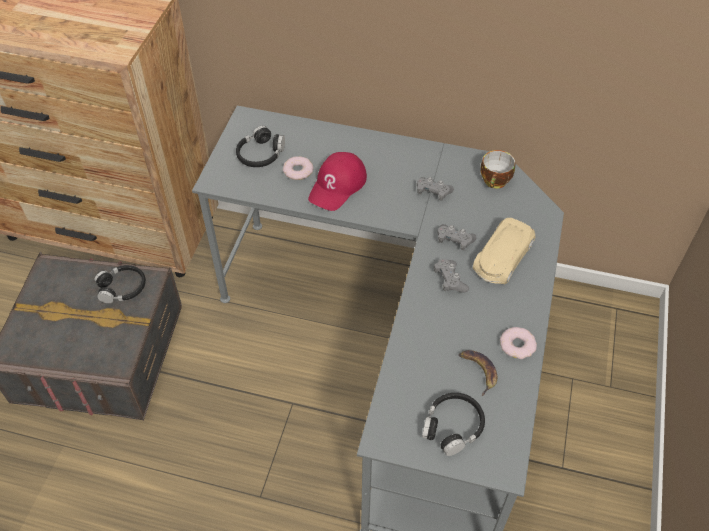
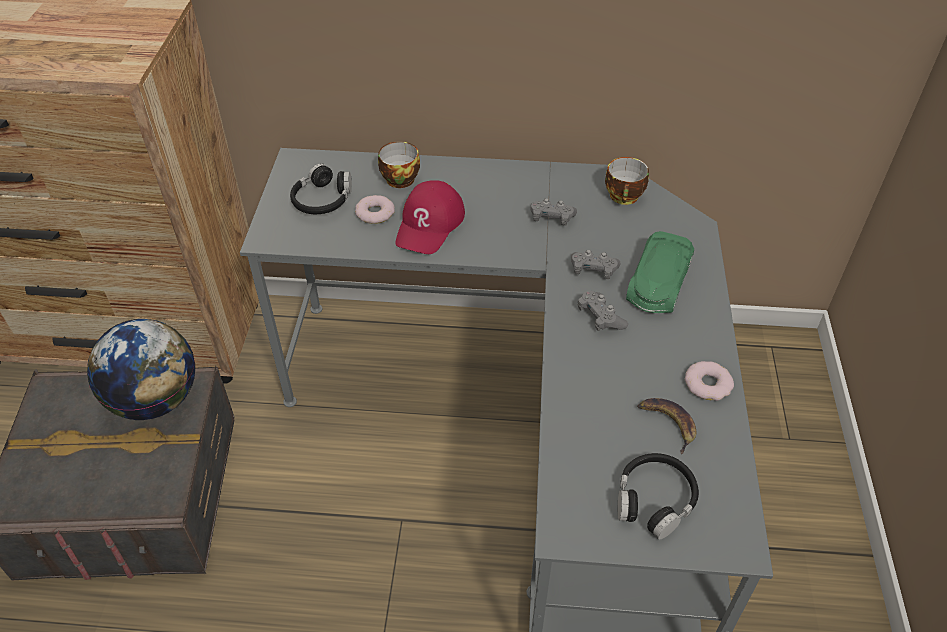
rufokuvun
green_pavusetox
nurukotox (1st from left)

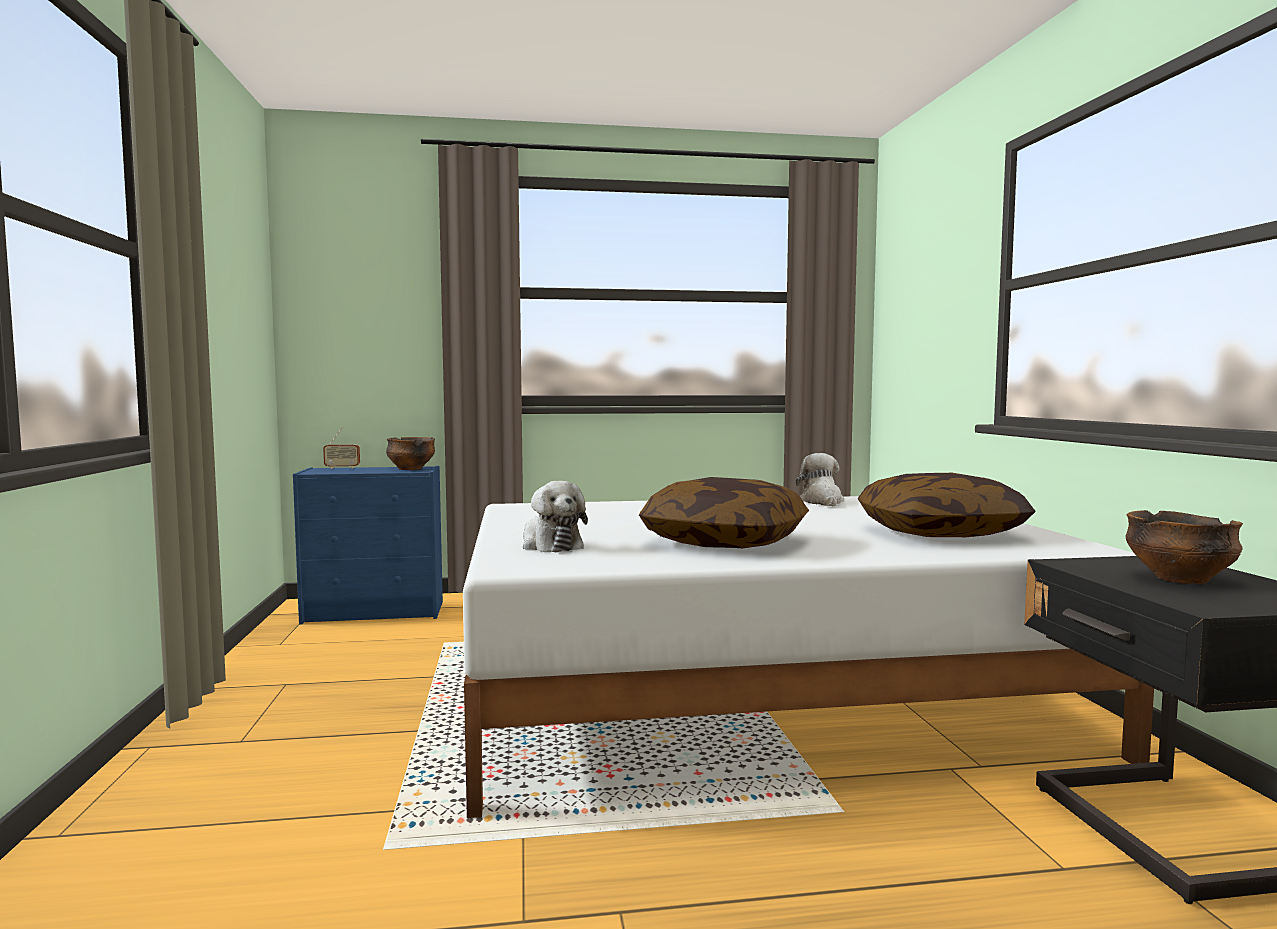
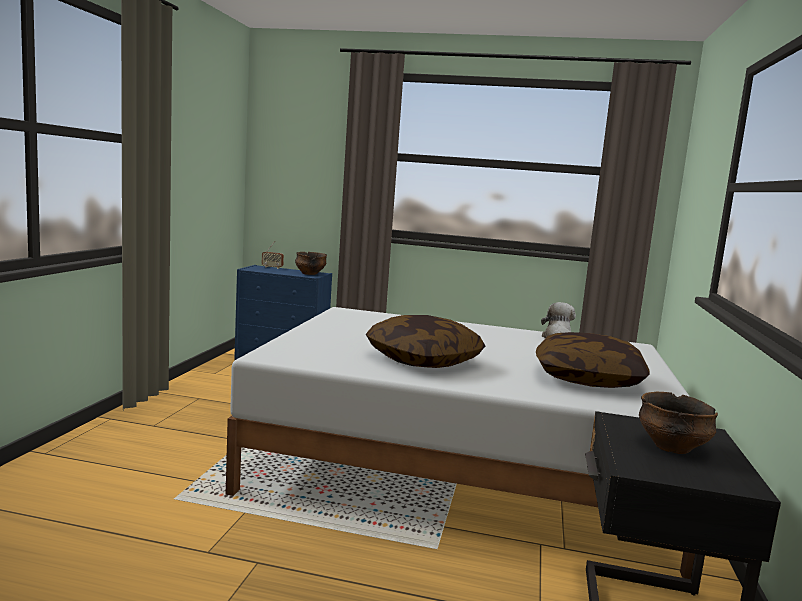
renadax (1st from left in the first image)

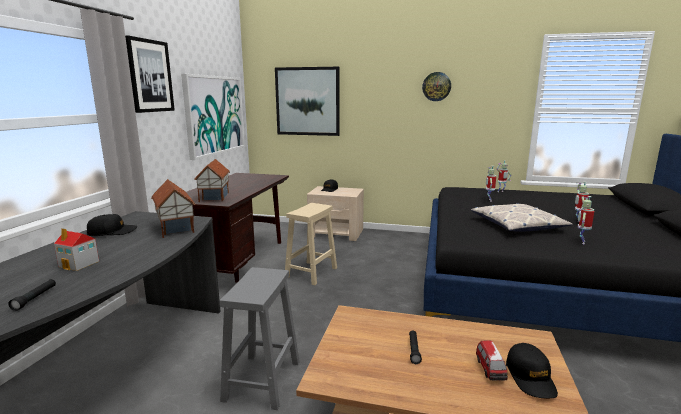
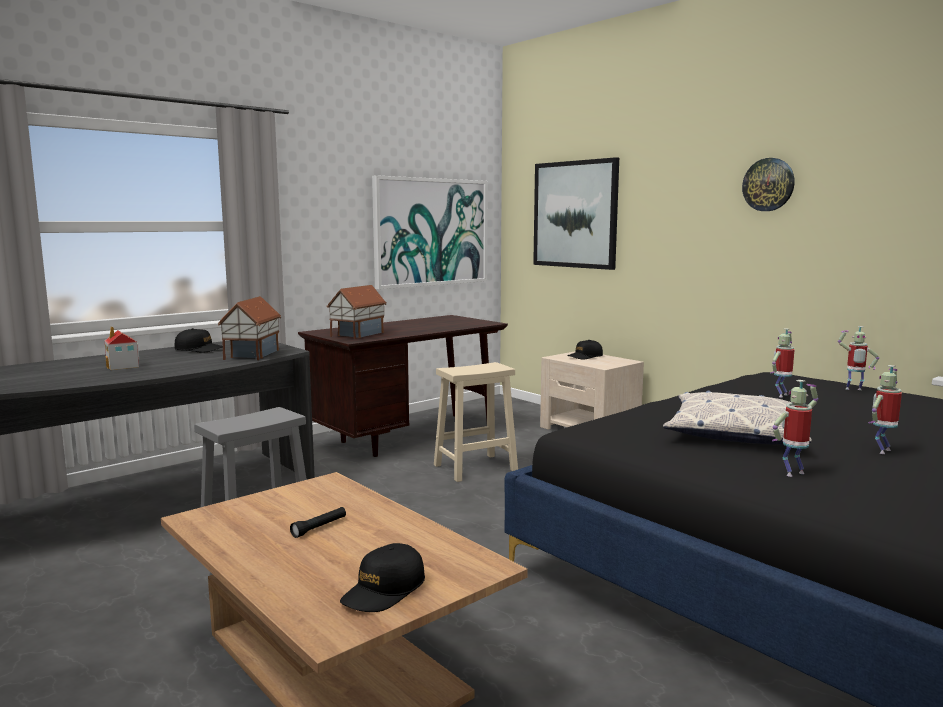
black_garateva (1st from left in the first image)
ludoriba (1st from left in the first image)
pavusetox

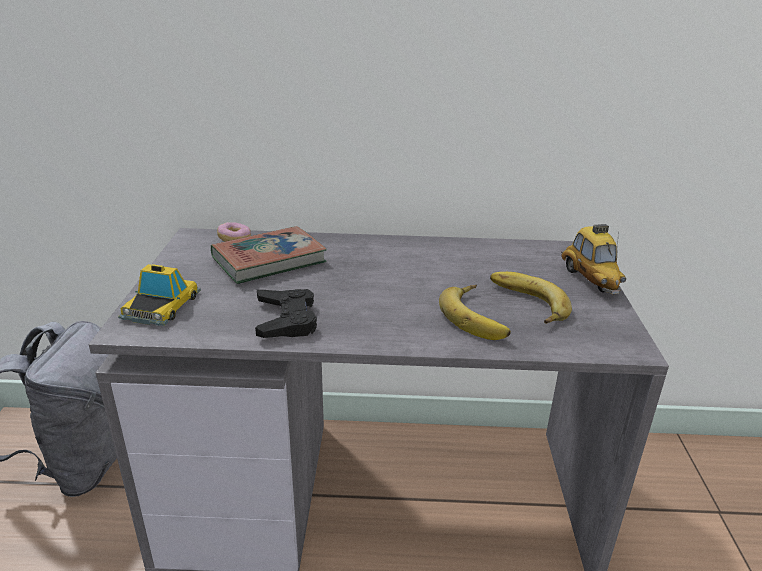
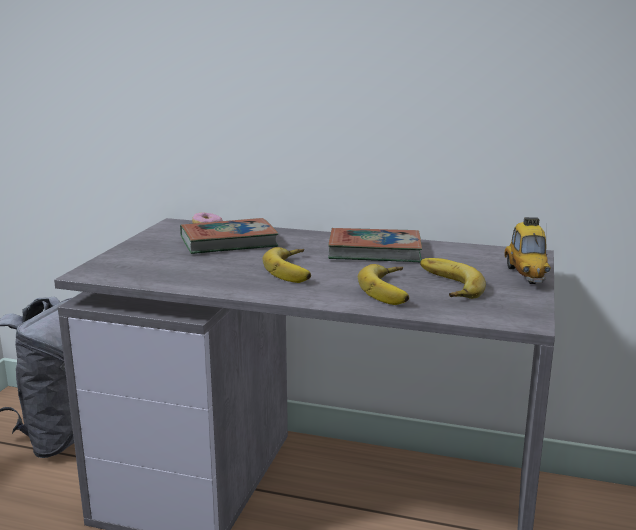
pavusetox (1st from left in the first image)
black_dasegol
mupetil (1st from left)
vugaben (2nd from left)

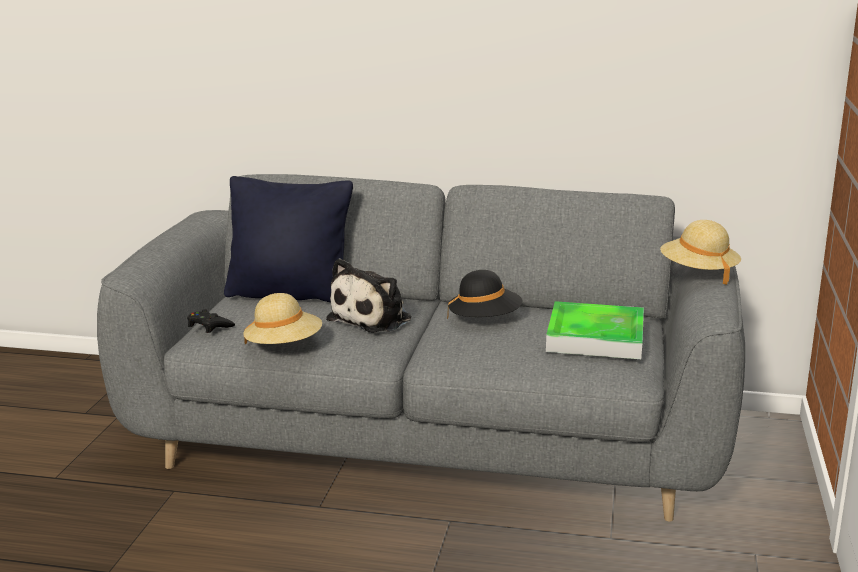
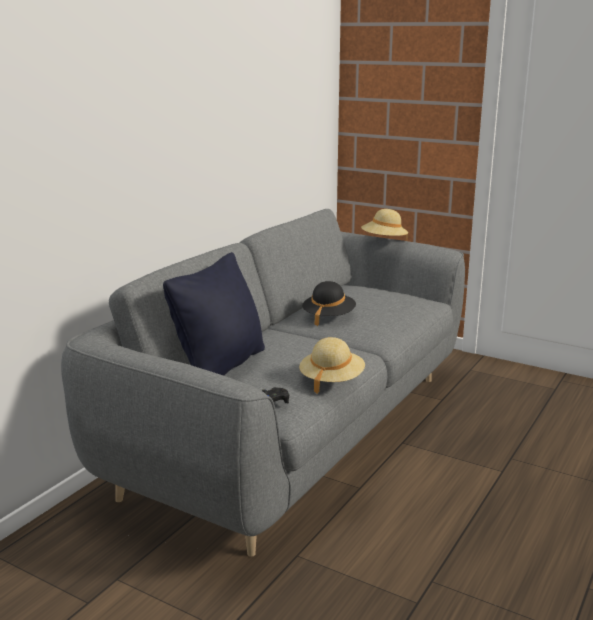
renadax
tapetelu

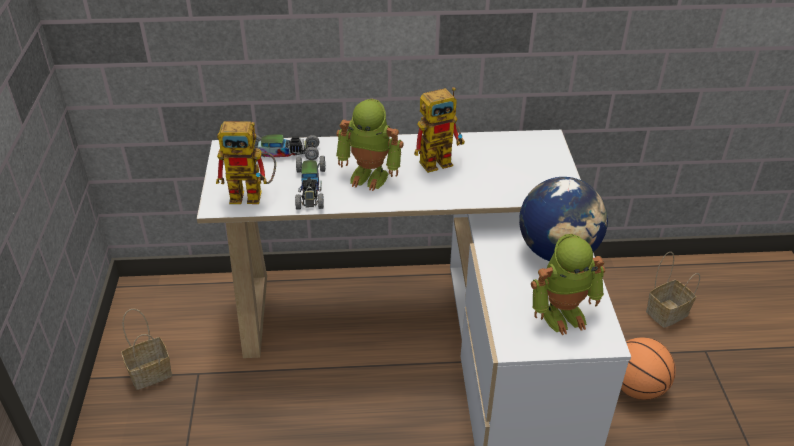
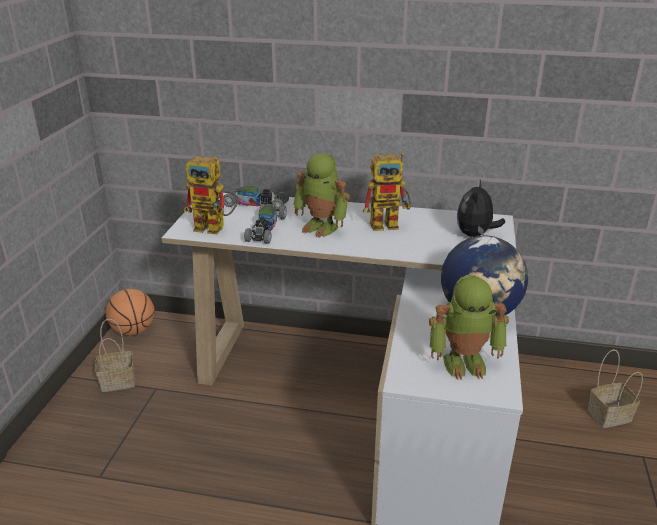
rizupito
renadax

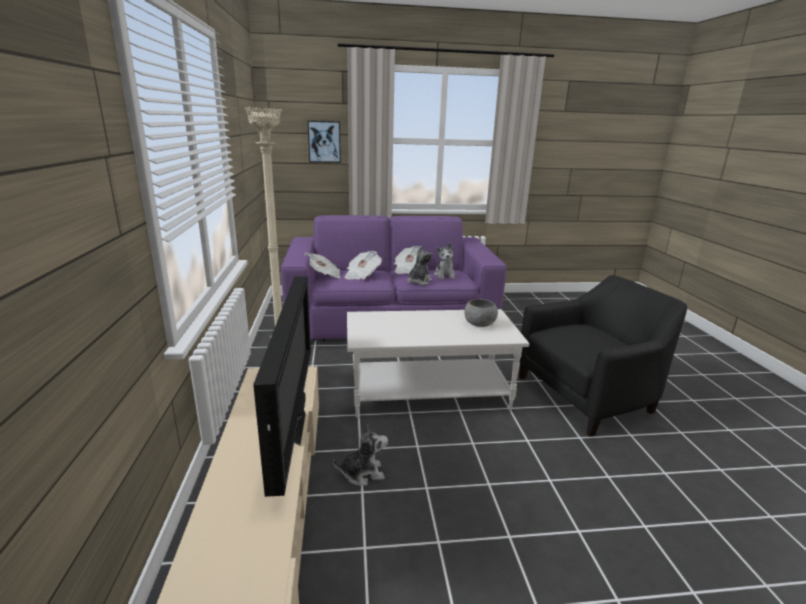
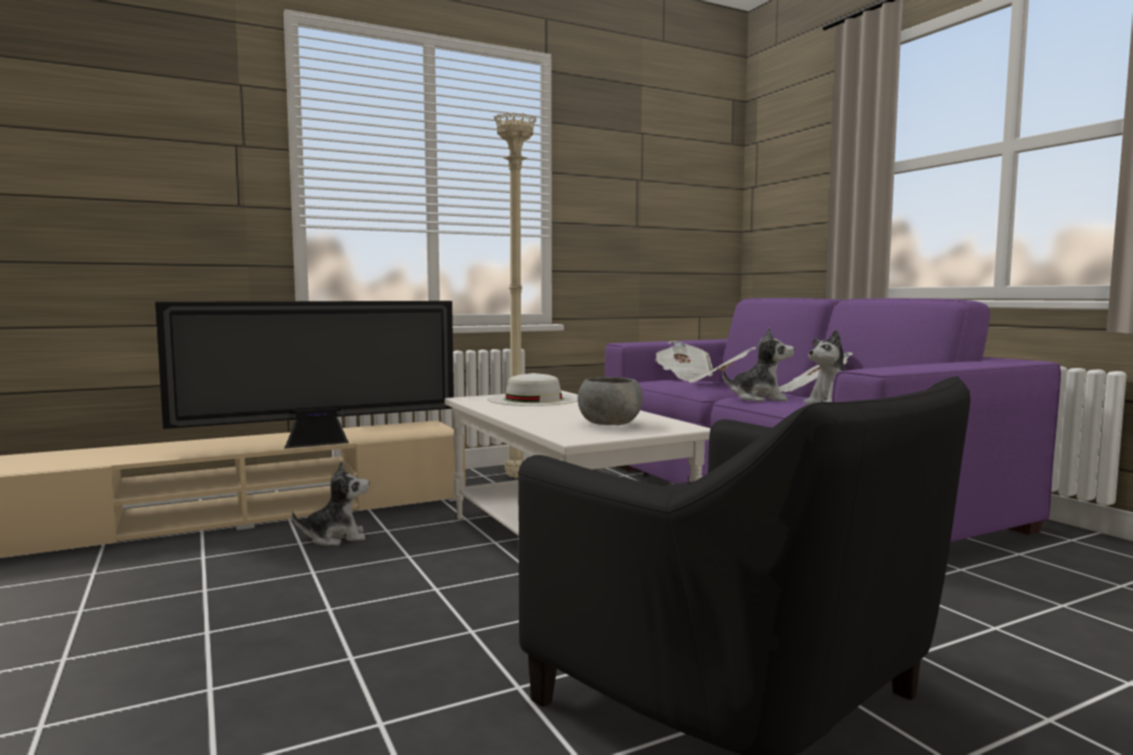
ludoriba
renadax (1st from left)
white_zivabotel

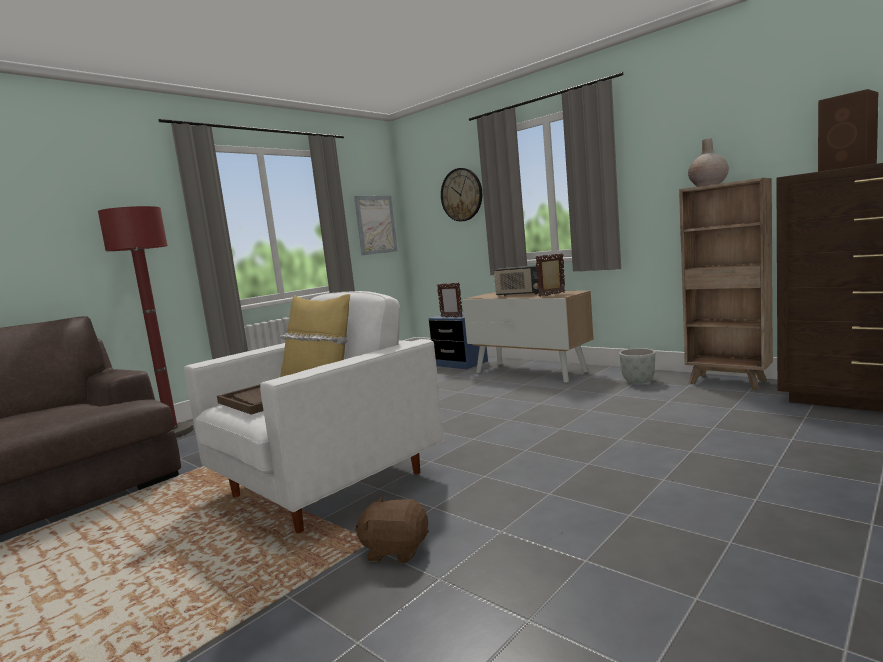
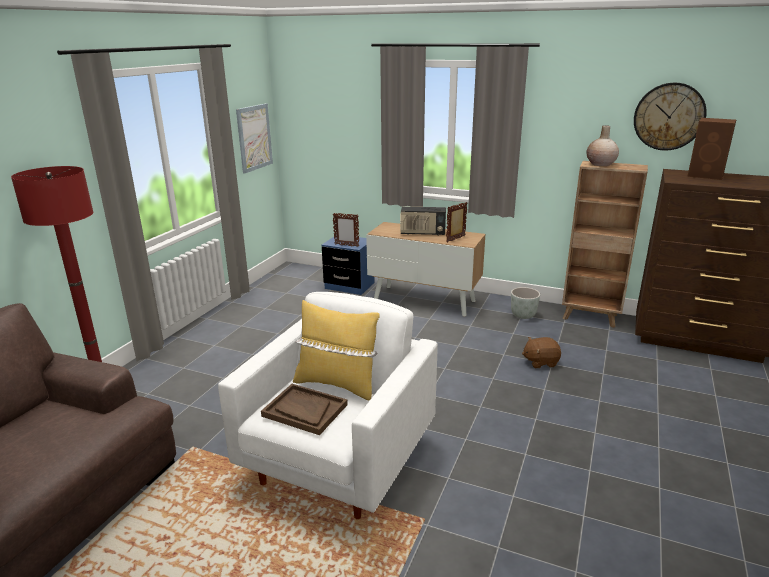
brown_renadax
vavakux

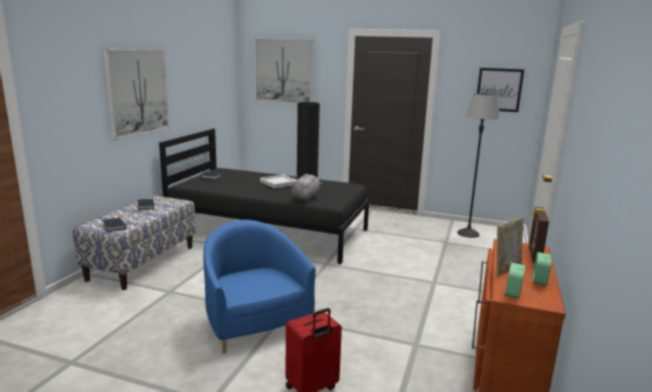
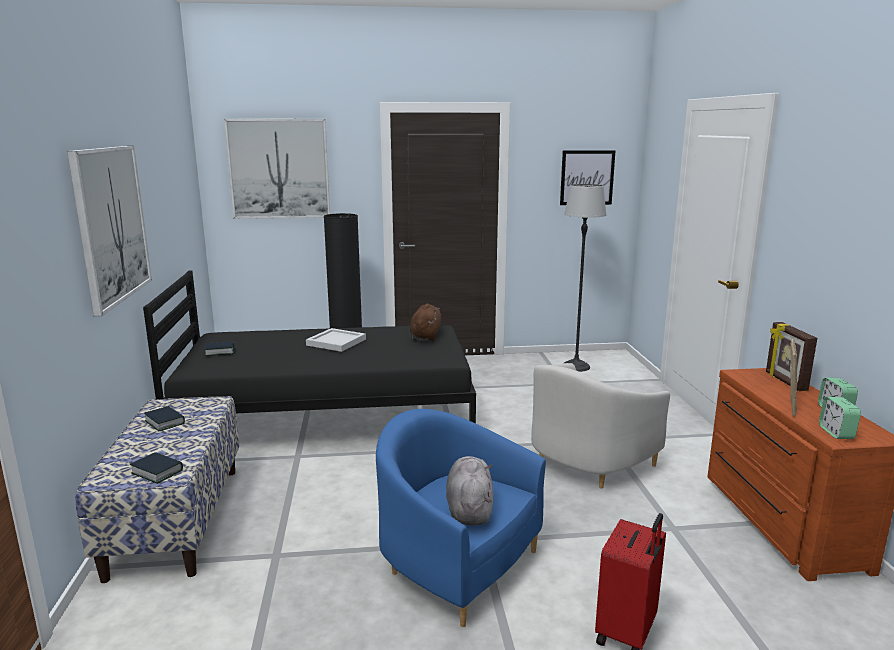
grey_renadax
brown_renadax
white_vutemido

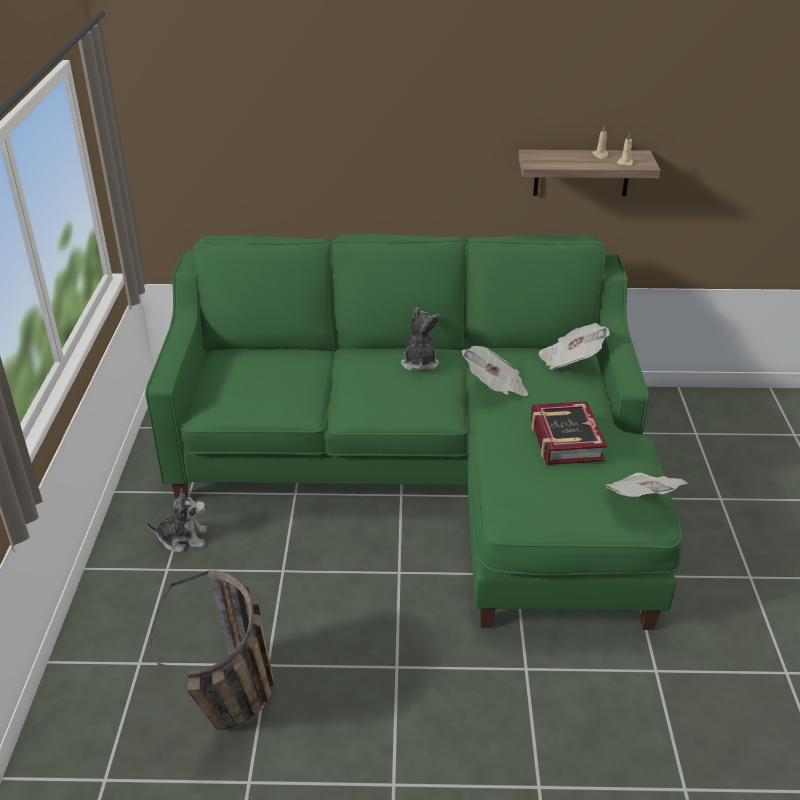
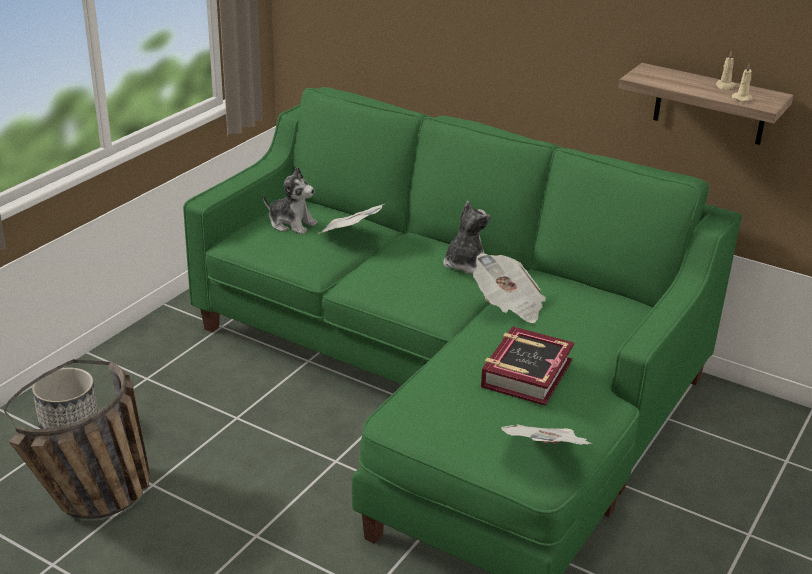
renadax (1st from left)
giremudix (1st from left)
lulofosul

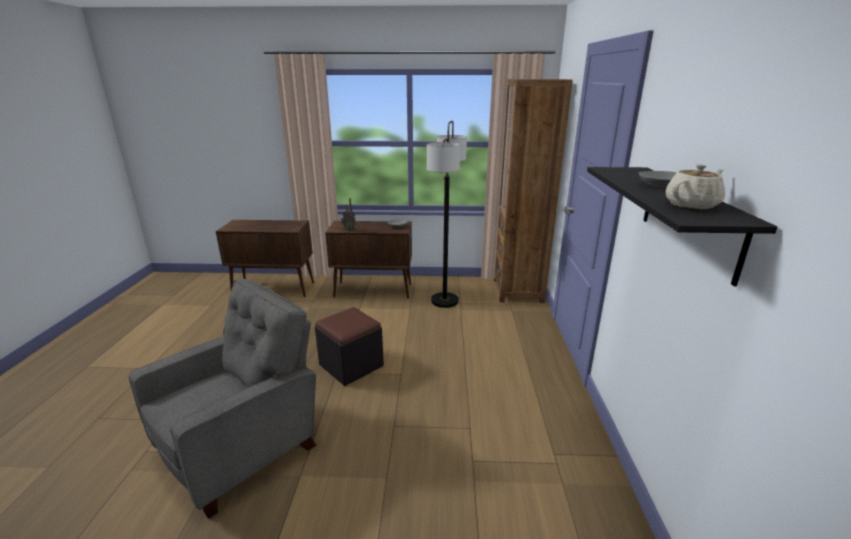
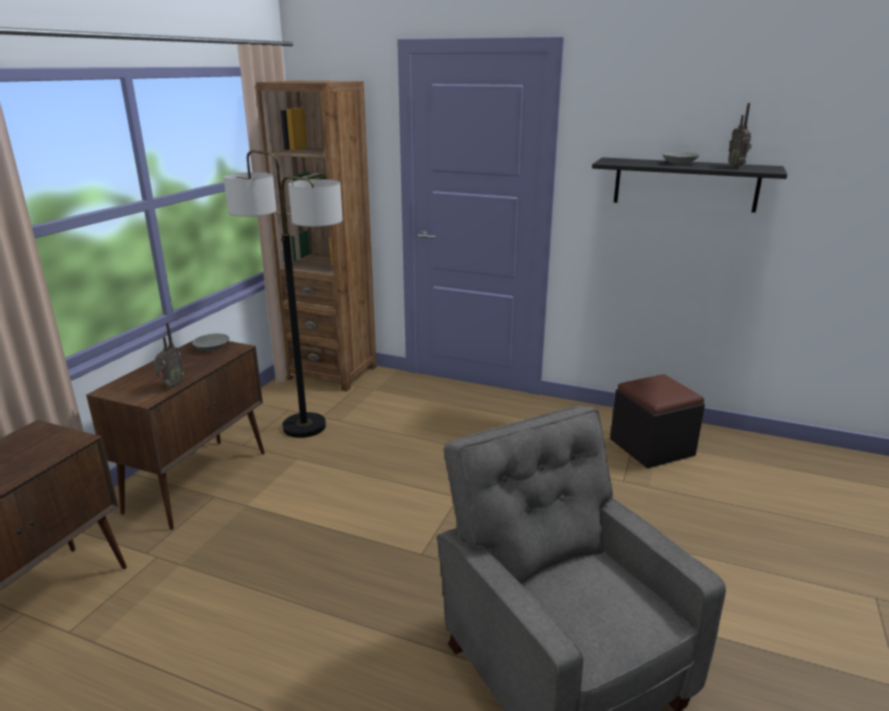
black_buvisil
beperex (2nd from left)

